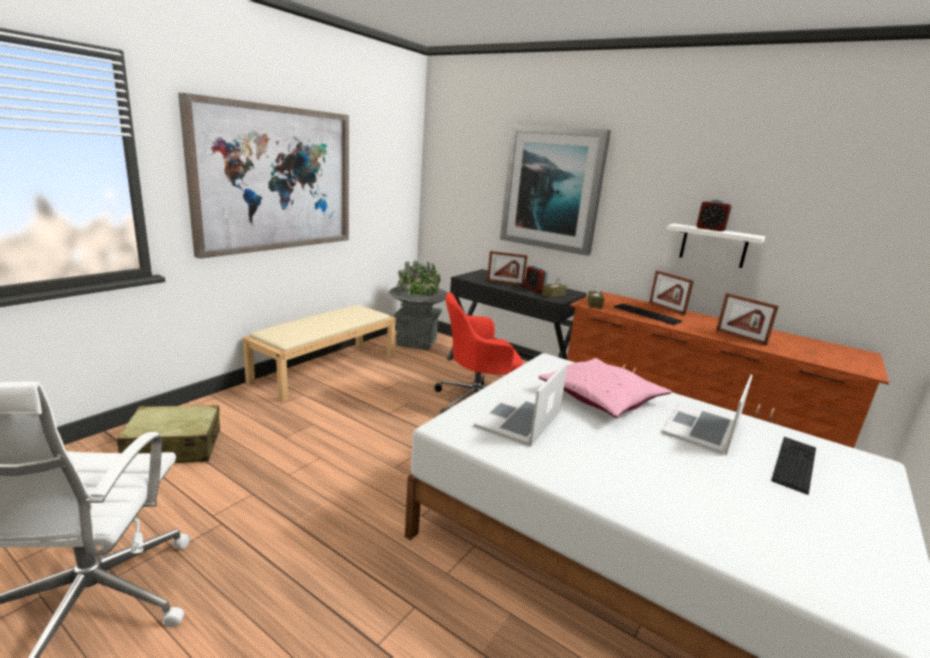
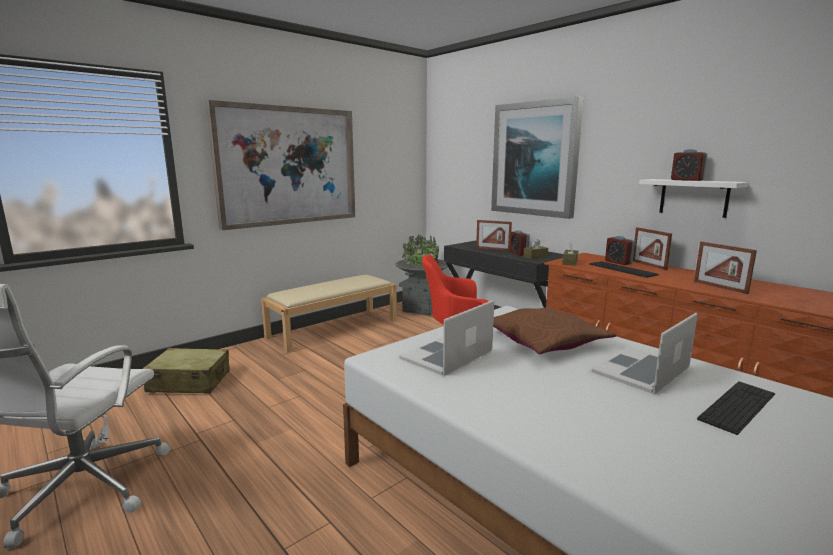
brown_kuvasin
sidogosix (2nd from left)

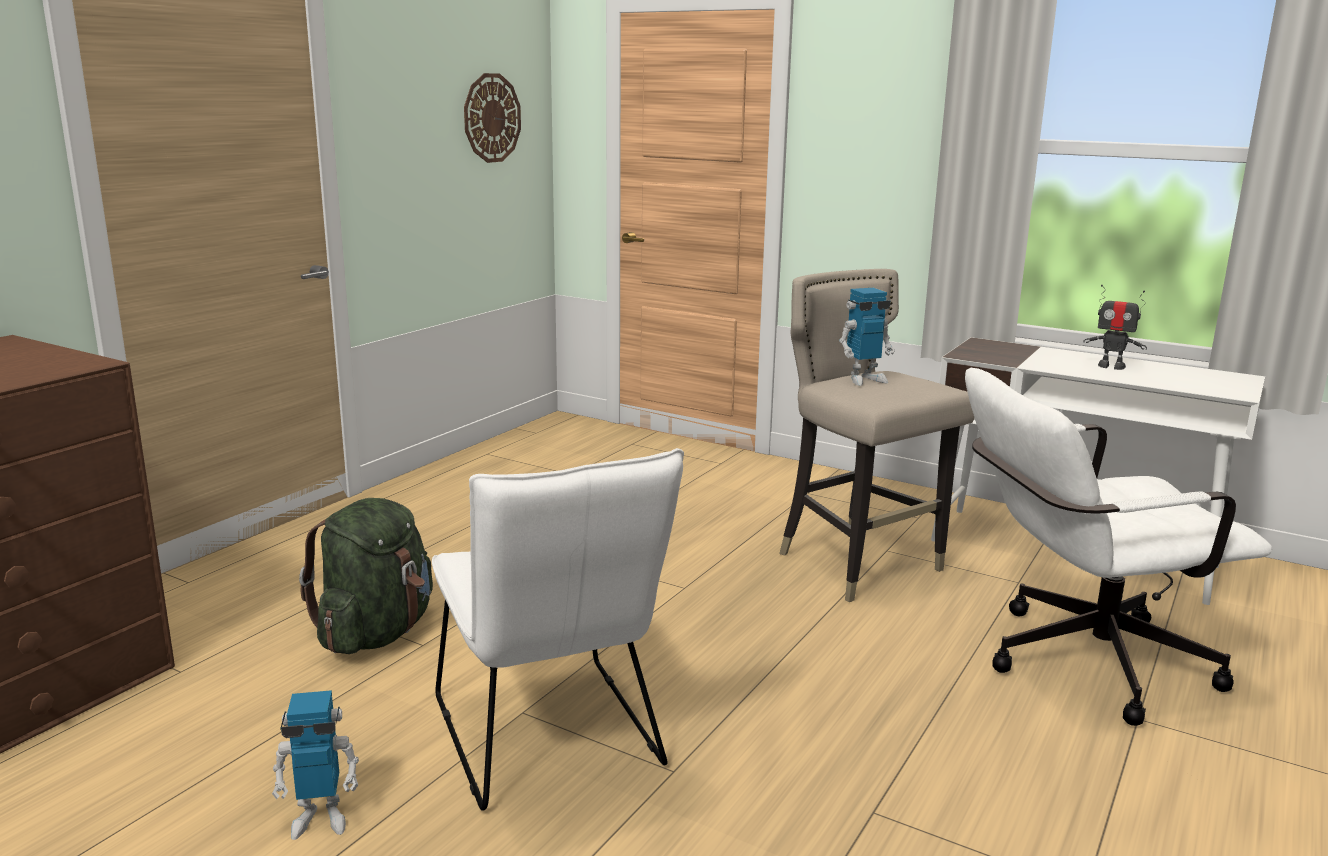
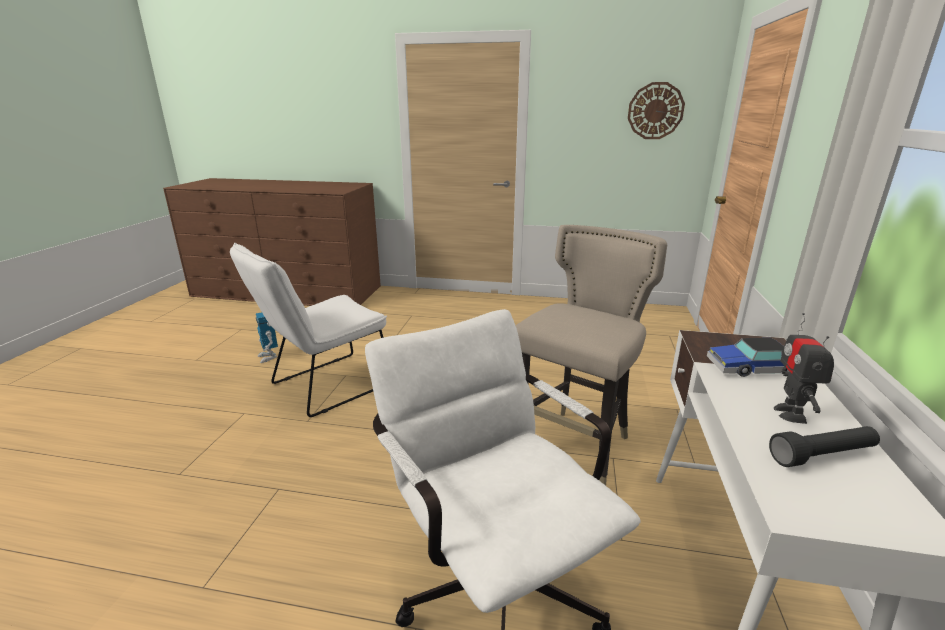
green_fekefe
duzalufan (2nd from left in the first image)
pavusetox
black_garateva

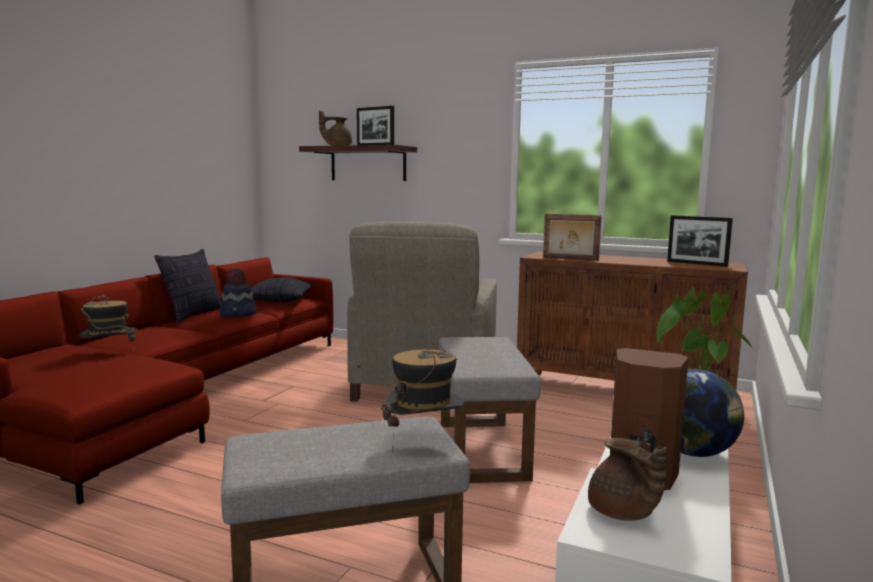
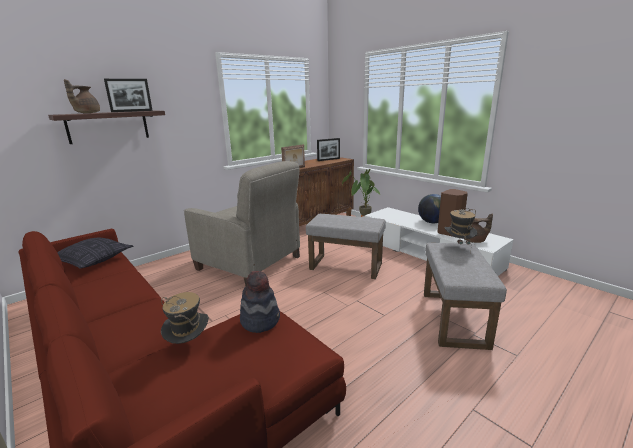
kuvasin (1st from left in the first image)
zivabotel (2nd from left)

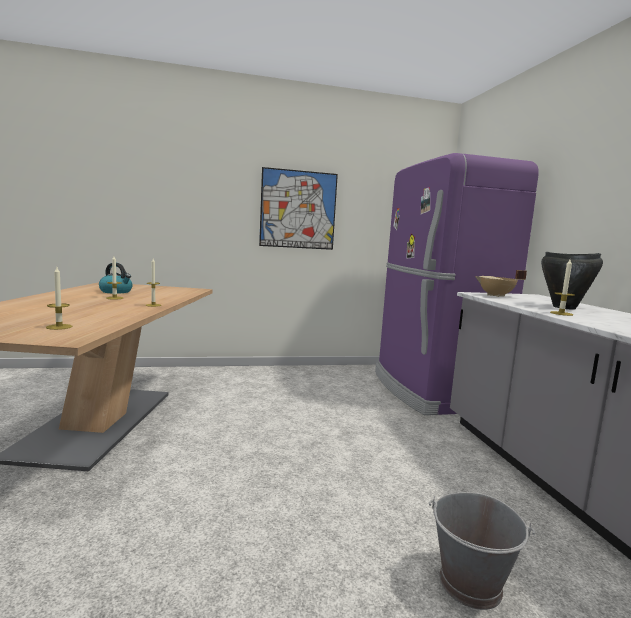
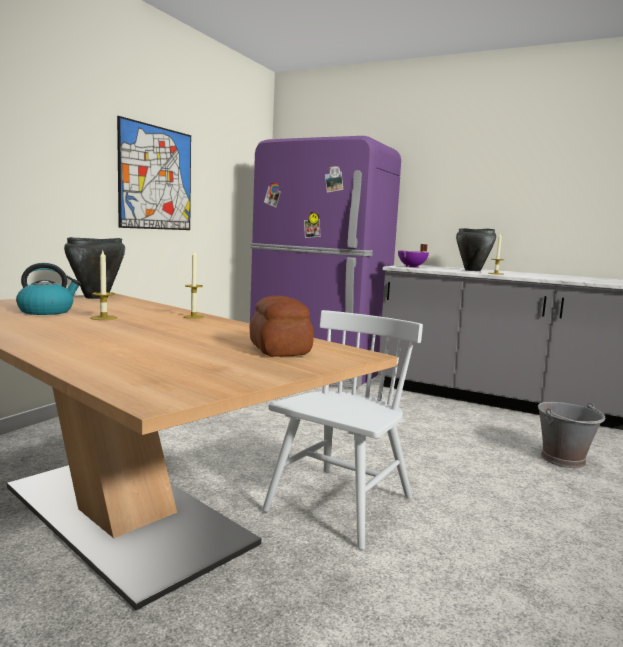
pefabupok
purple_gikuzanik
black_gikuzanik (1st from left)
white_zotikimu

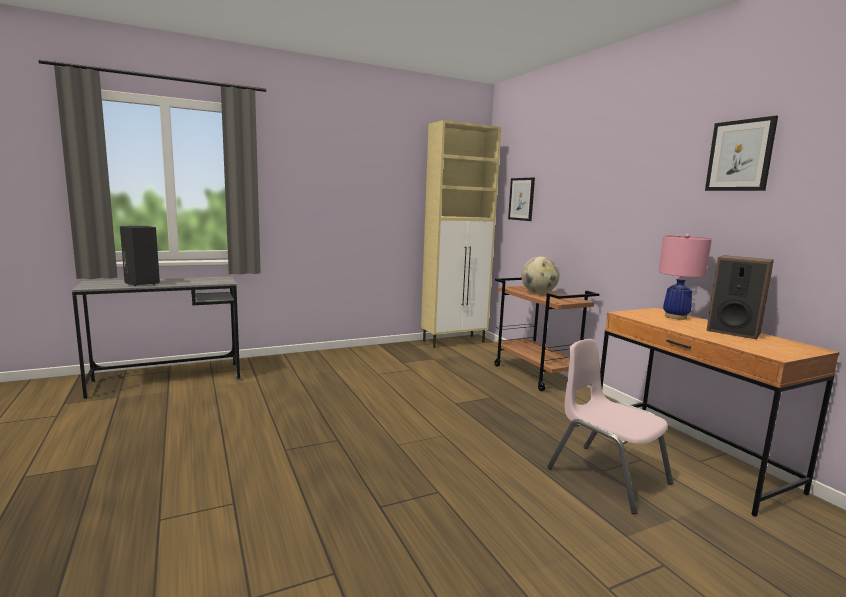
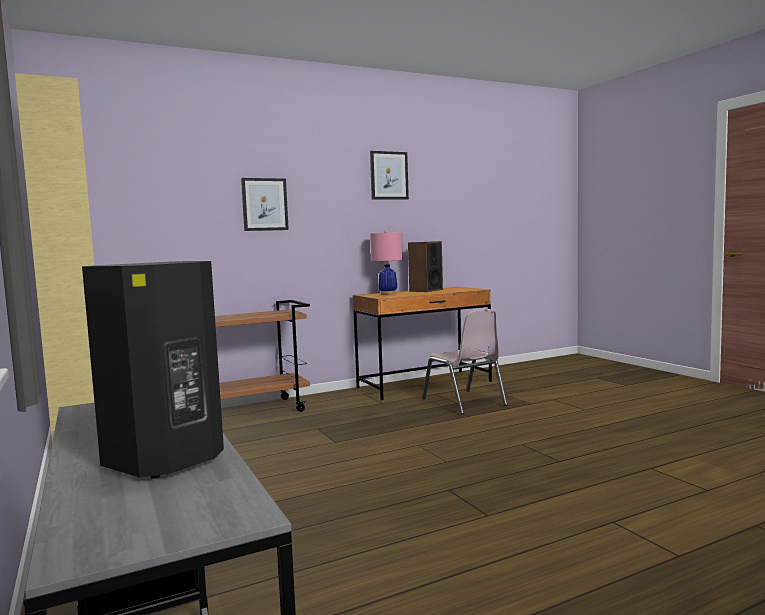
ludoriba (1st from left)
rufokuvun
pink_zotikimu

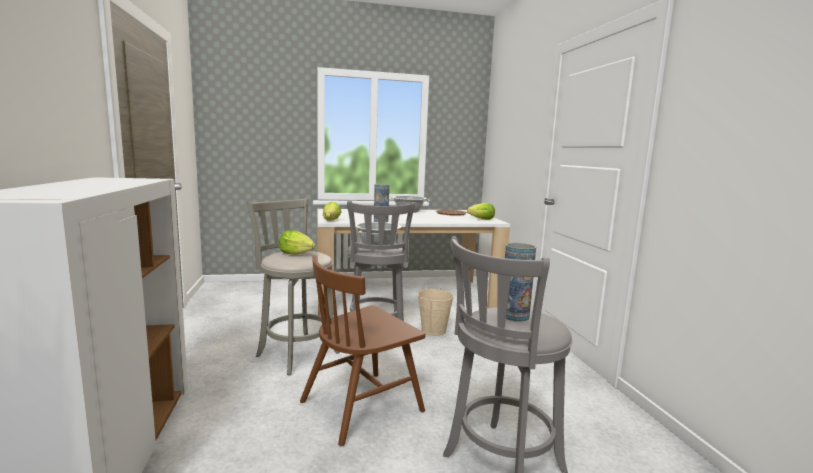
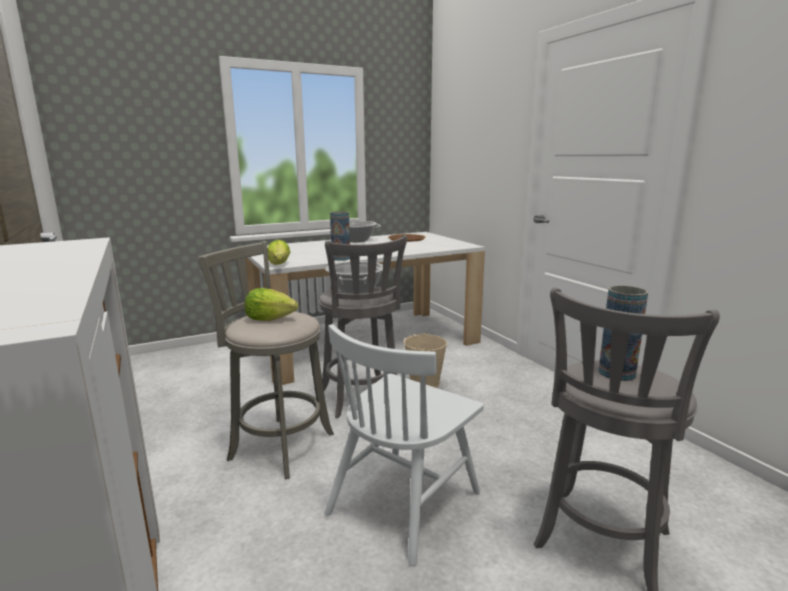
white_zotikimu
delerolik (3rd from left in the first image)

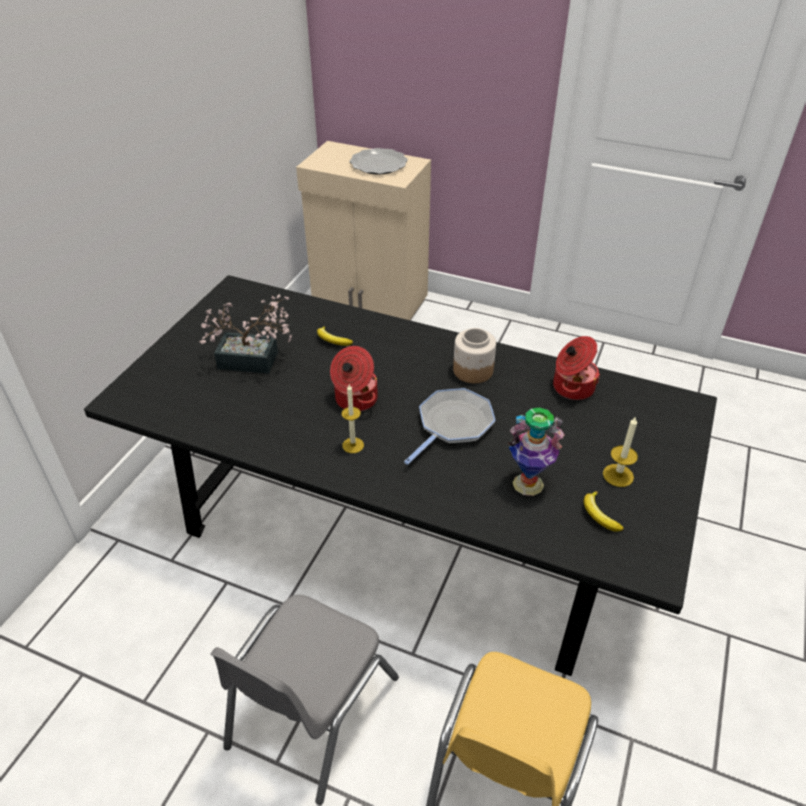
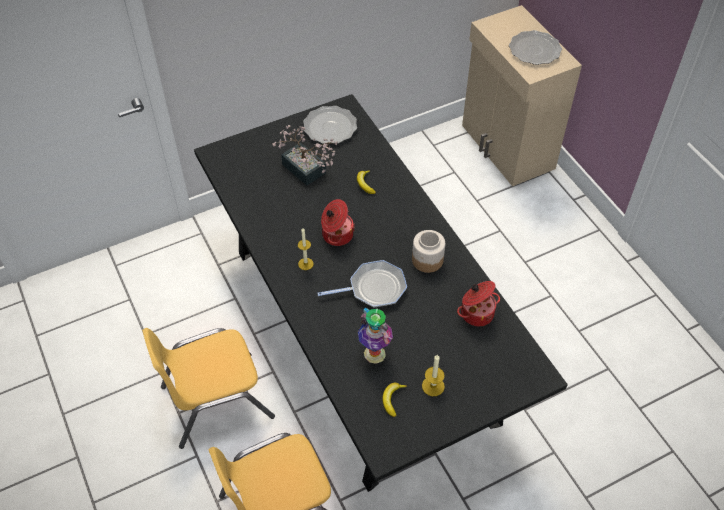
yellow_zotikimu (1st from left)
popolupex (1st from left)

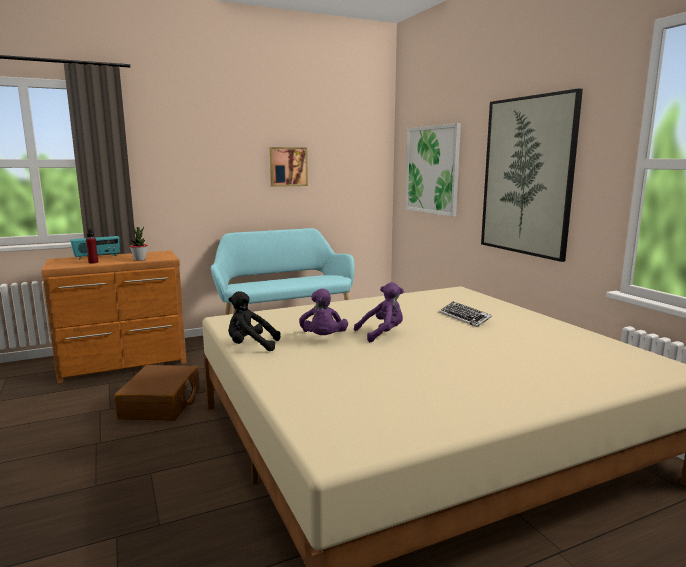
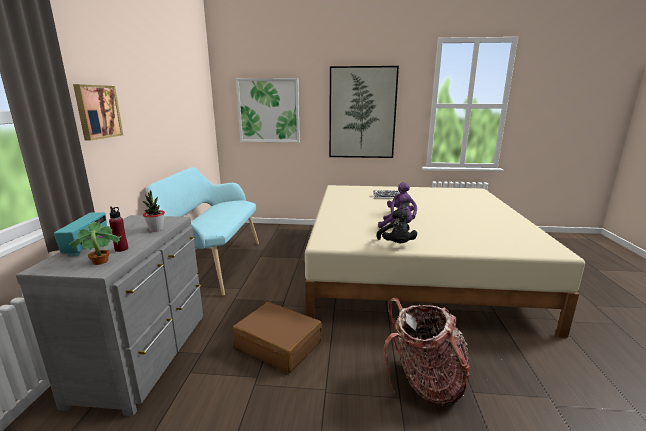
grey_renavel
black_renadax
ludoriba (1st from left)
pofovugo (1st from left)
fekefe

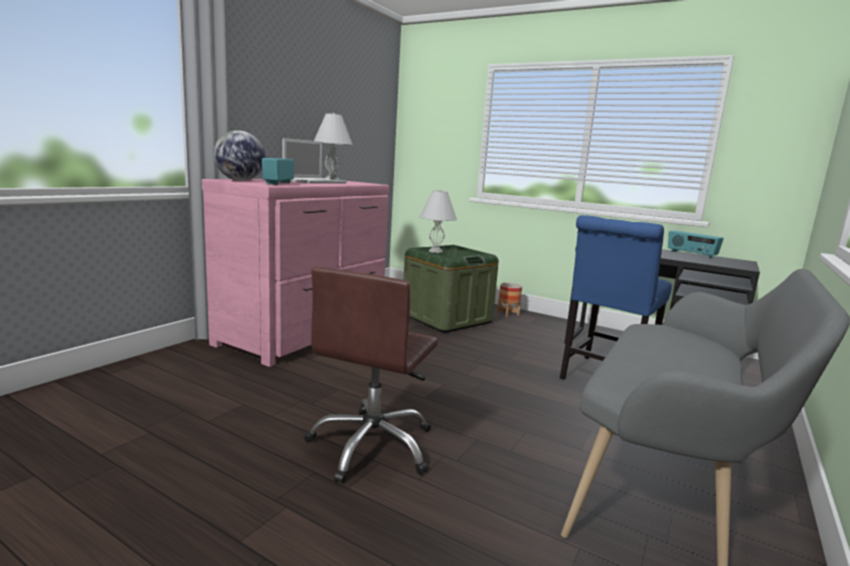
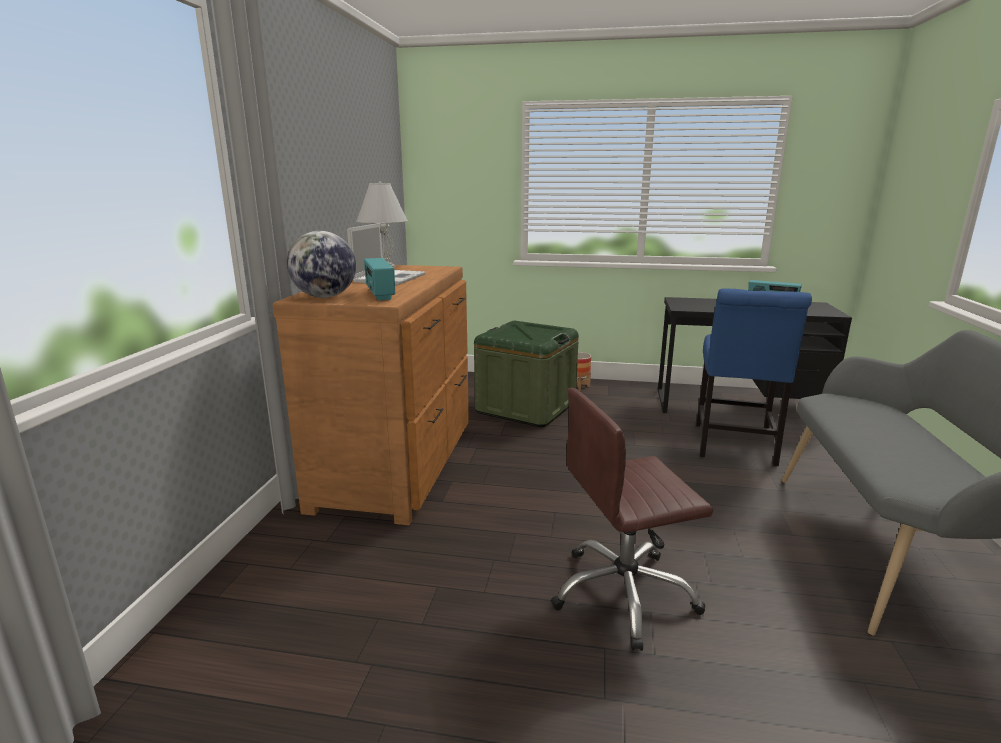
brown_renavel
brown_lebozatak
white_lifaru (2nd from left in the first image)

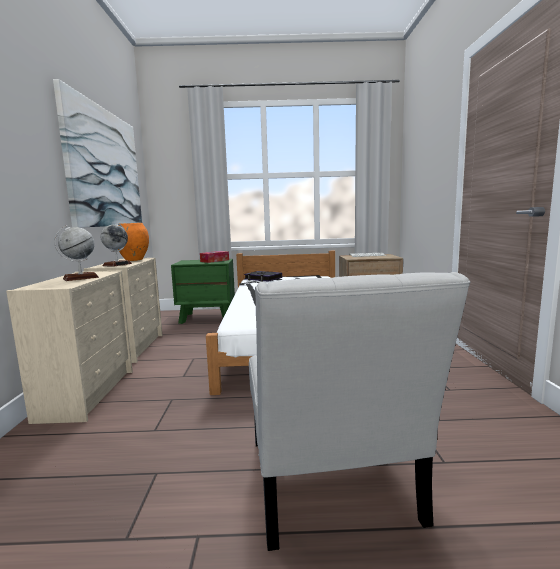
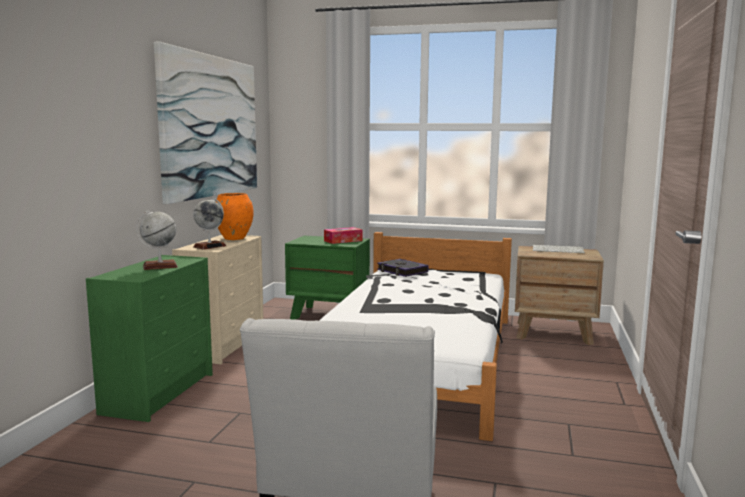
green_renavel

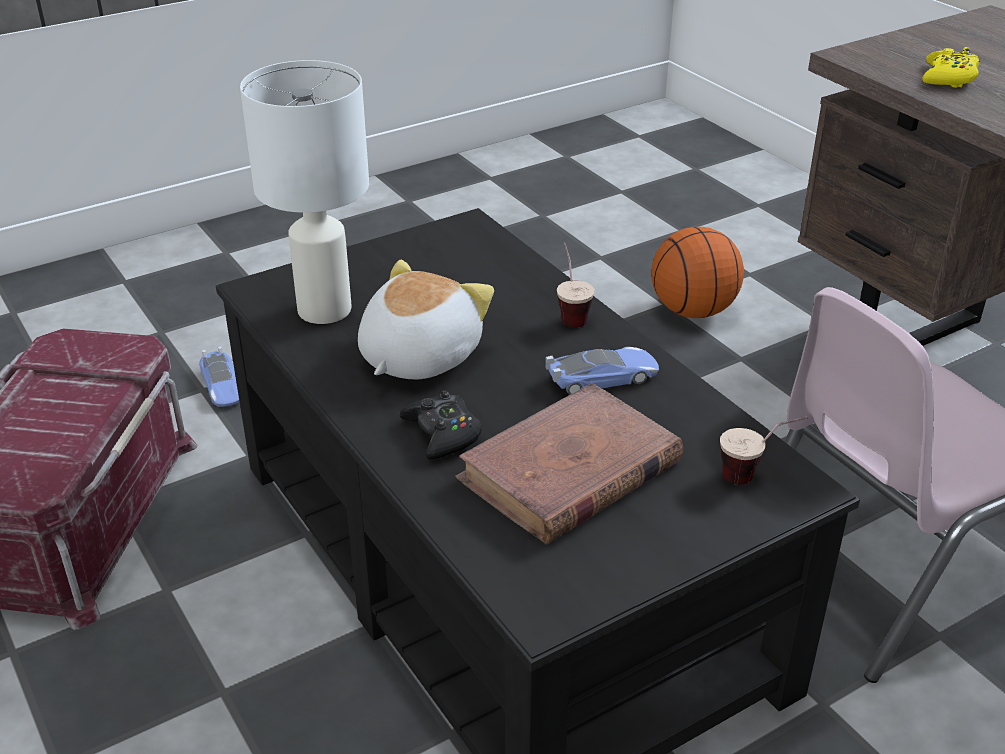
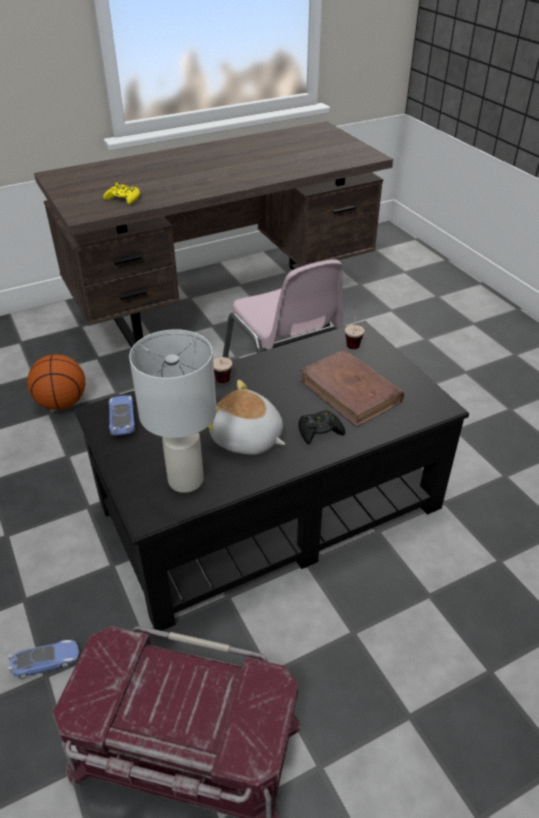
pavusetox (2nd from left)

